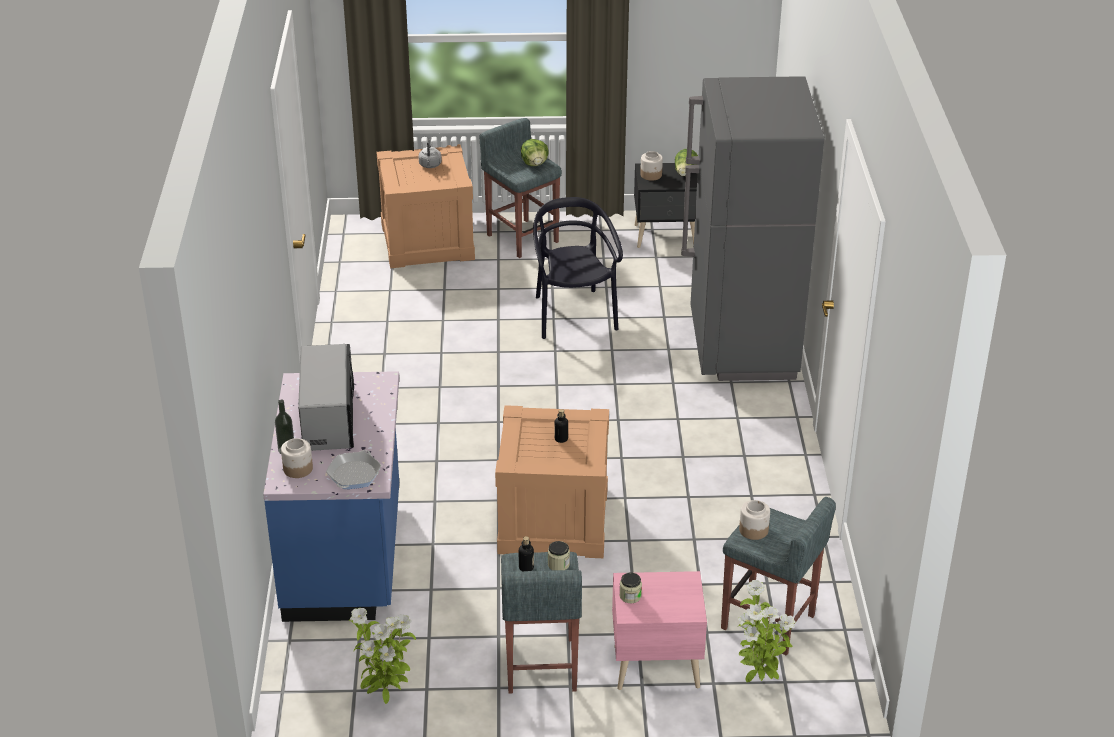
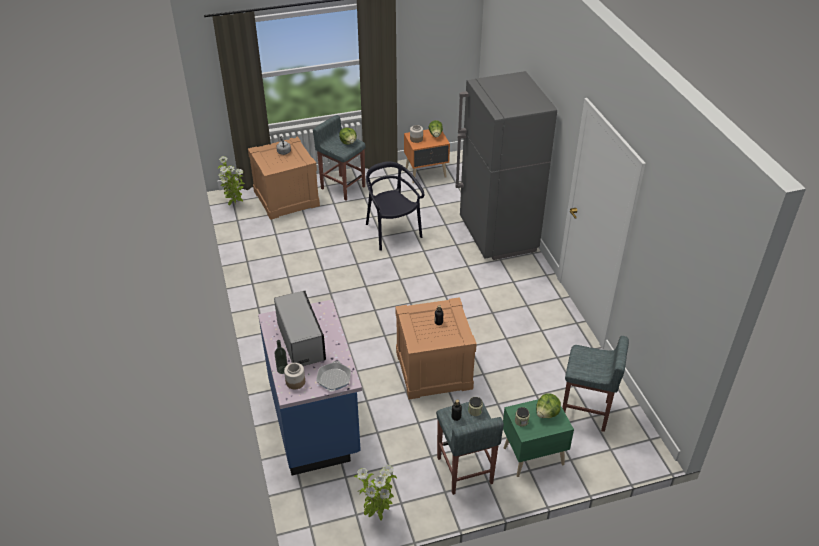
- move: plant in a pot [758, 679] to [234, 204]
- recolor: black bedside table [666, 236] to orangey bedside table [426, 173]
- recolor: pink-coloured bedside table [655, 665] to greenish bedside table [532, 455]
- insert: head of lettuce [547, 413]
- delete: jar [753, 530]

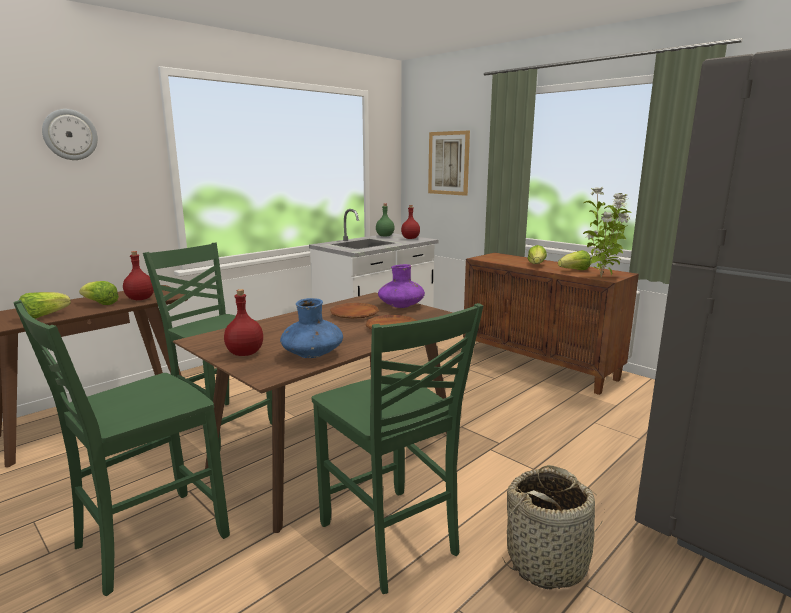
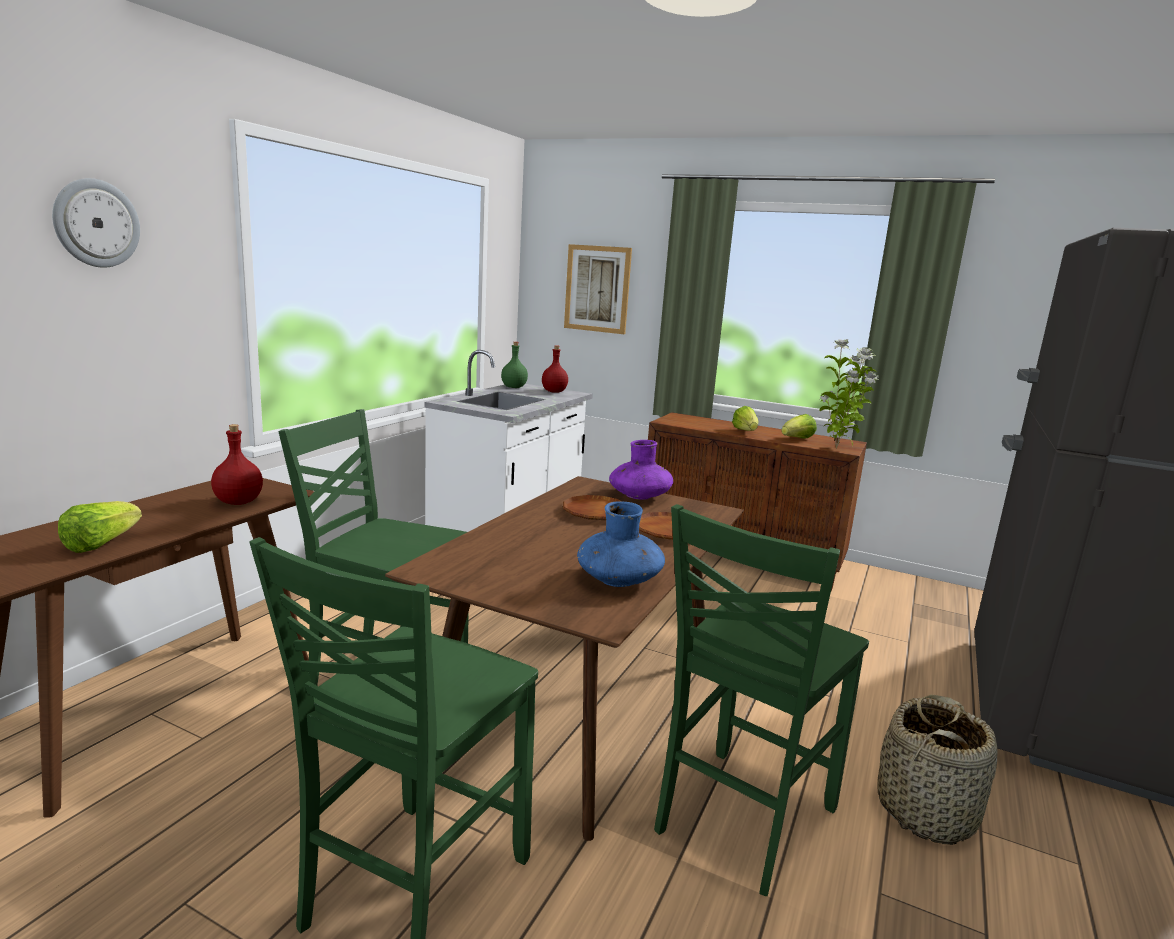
- rotate: greenish plain chair [390, 539] = [740, 819] 90 degrees clockwise
- delete: head of lettuce [100, 304]
- delete: red bottle [245, 353]

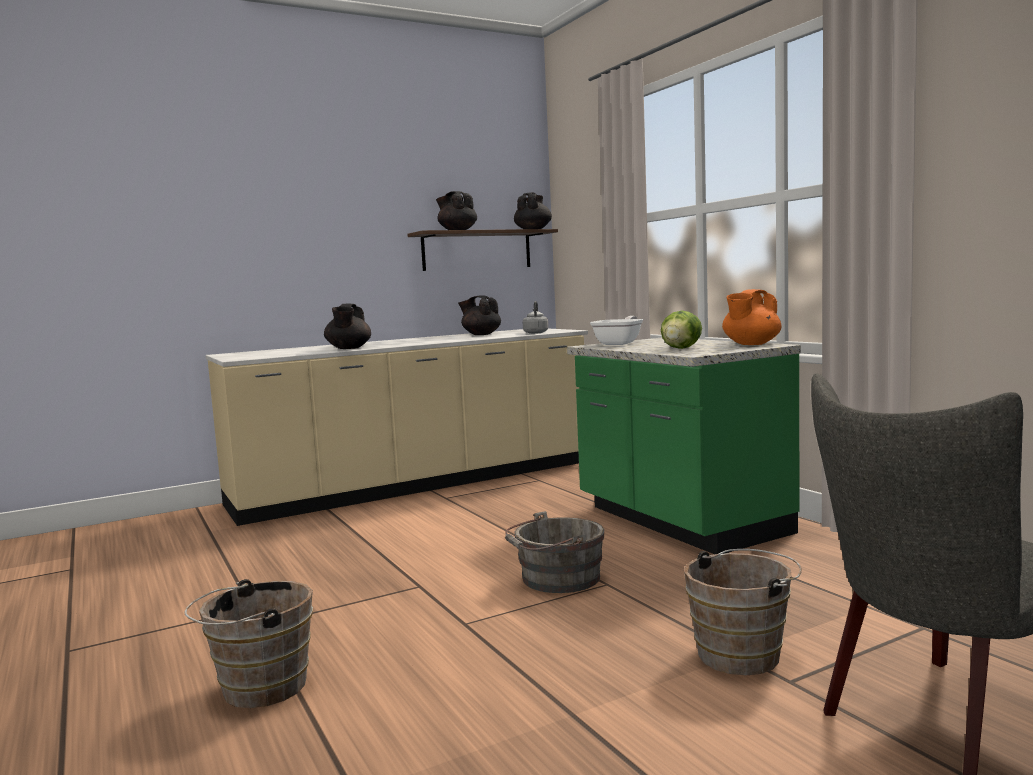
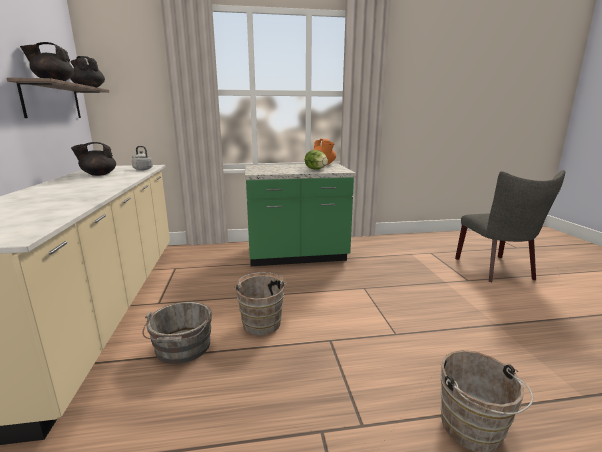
- move: grey bucket [556, 579] to [182, 348]
- move: brown-coloured bucket [744, 654] to [262, 322]
- delete: black teapot [348, 348]
- delete: pan [620, 343]

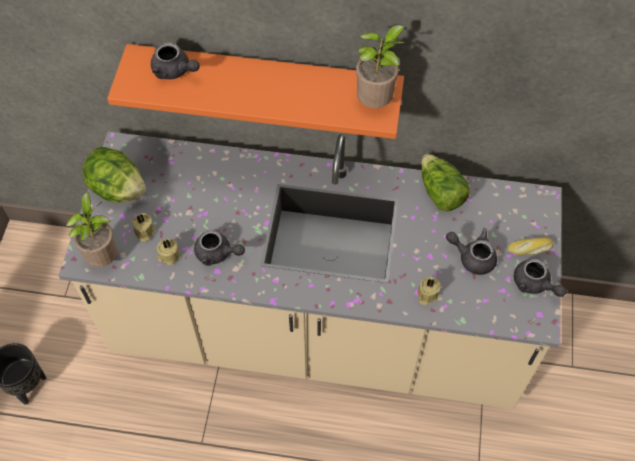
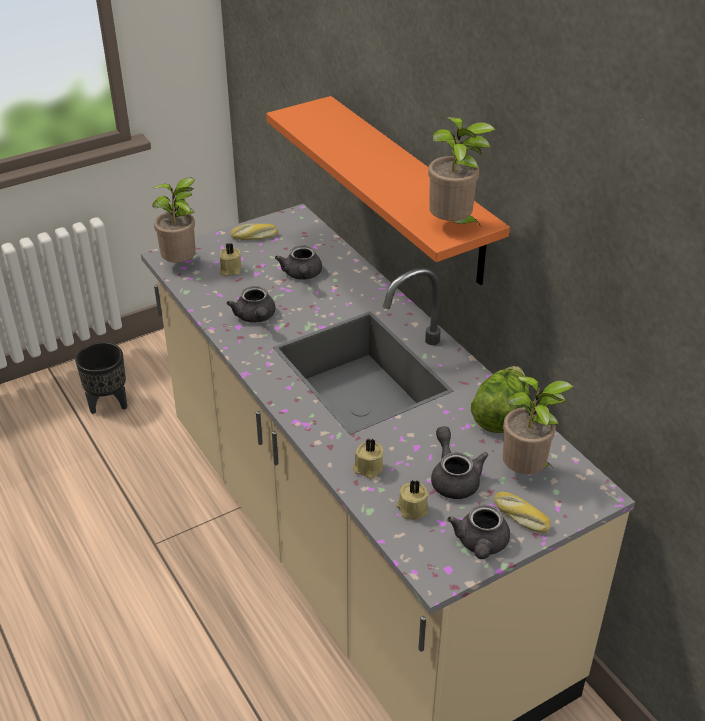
- replace: head of lettuce [118, 189] to bakery bread [254, 237]
- move: grey teapot [175, 71] to [302, 275]
- move: beige-coloured wax candle [168, 256] to [412, 509]
- insert: plant in a pot [526, 472]

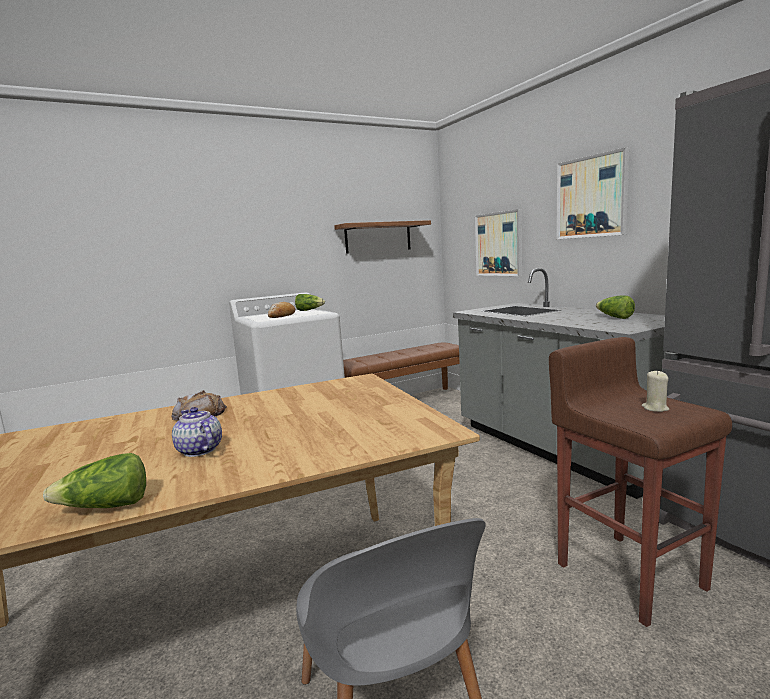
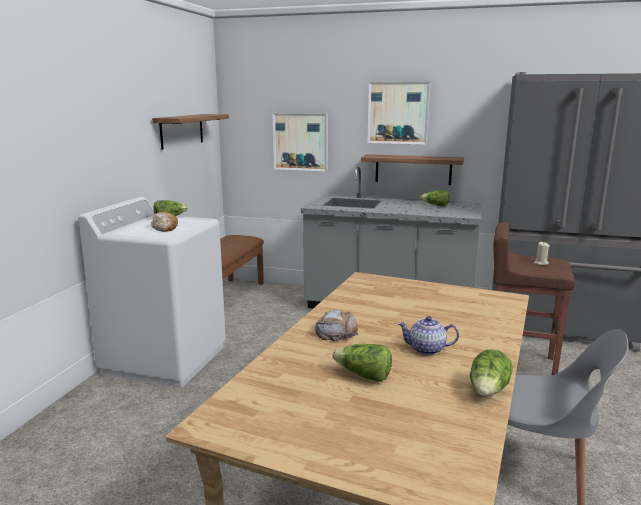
- insert: head of lettuce [363, 376]
- insert: shelf [413, 169]

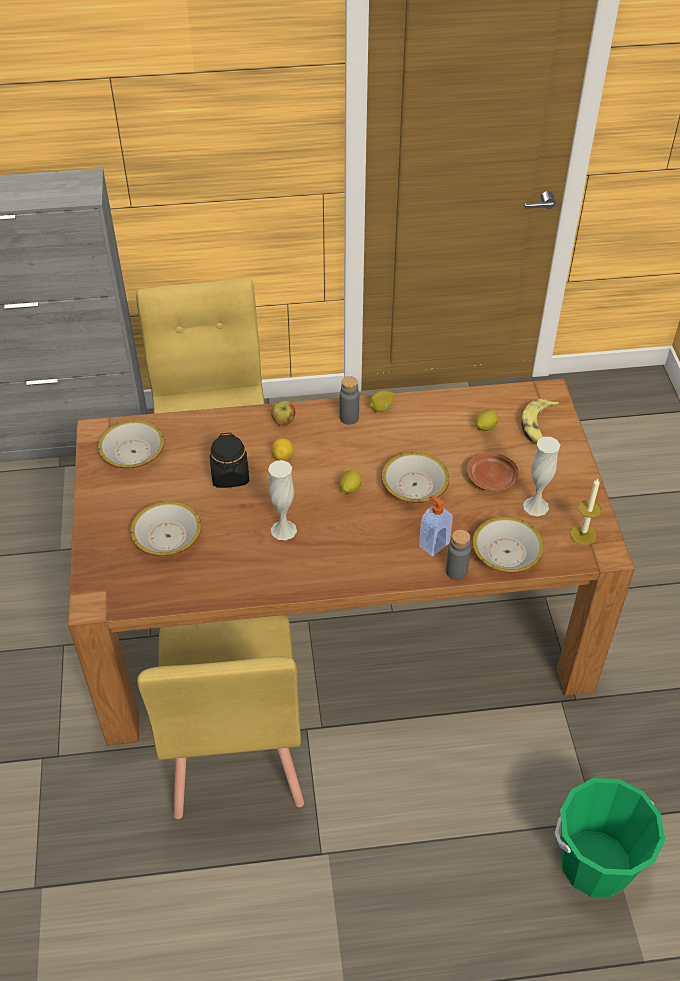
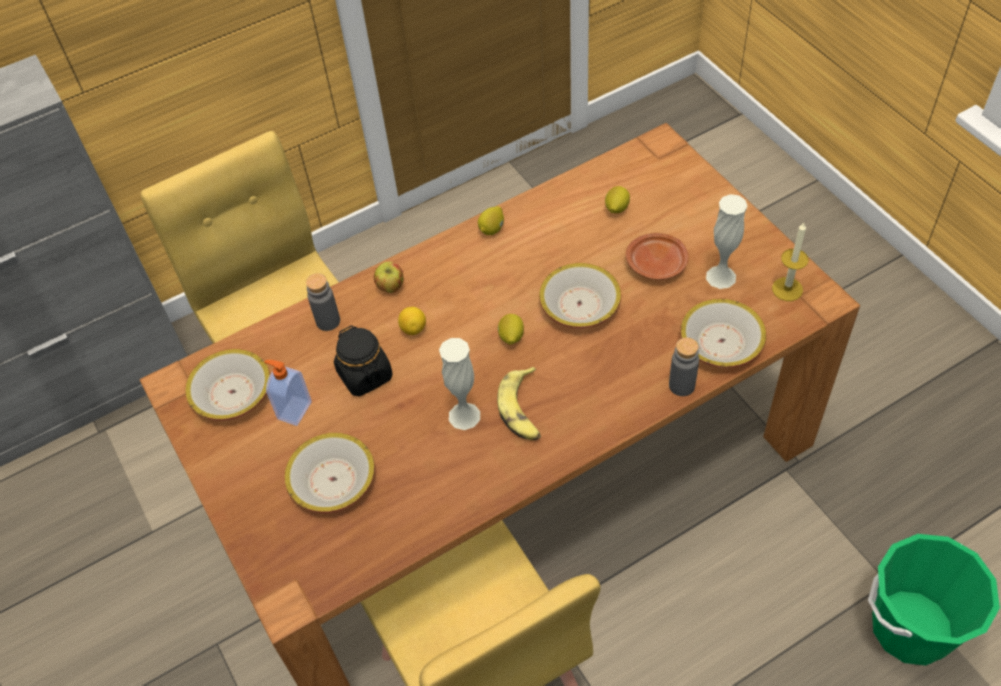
- move: soap bottle [433, 544] to [293, 410]
- move: grey bottle [349, 418] to [328, 321]
- move: banana [538, 426] to [523, 410]

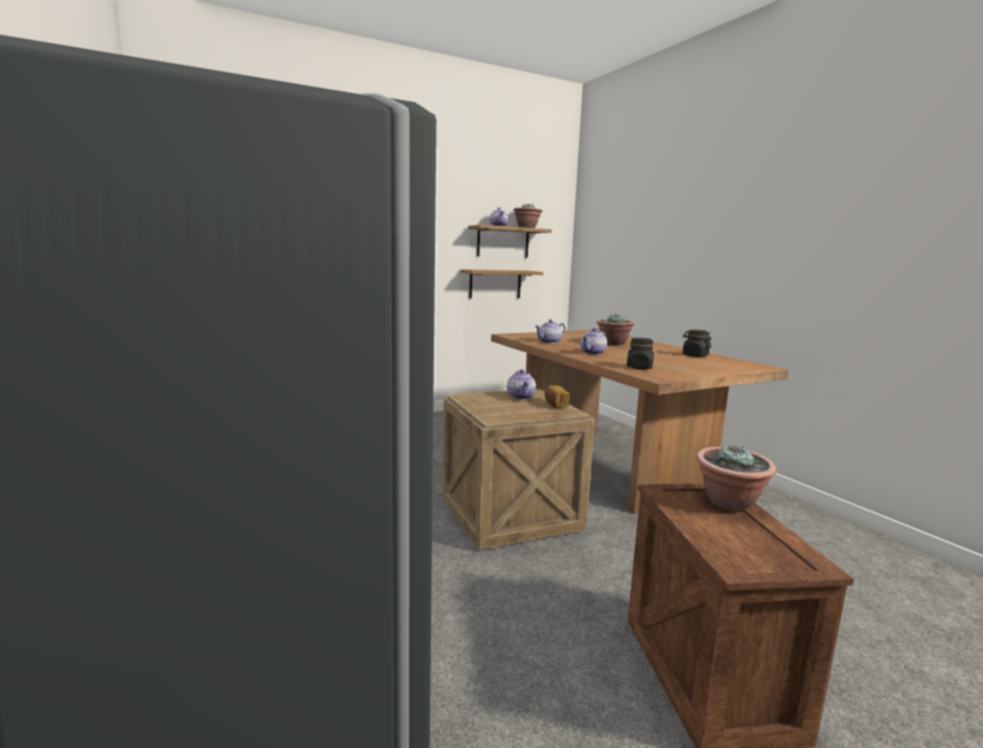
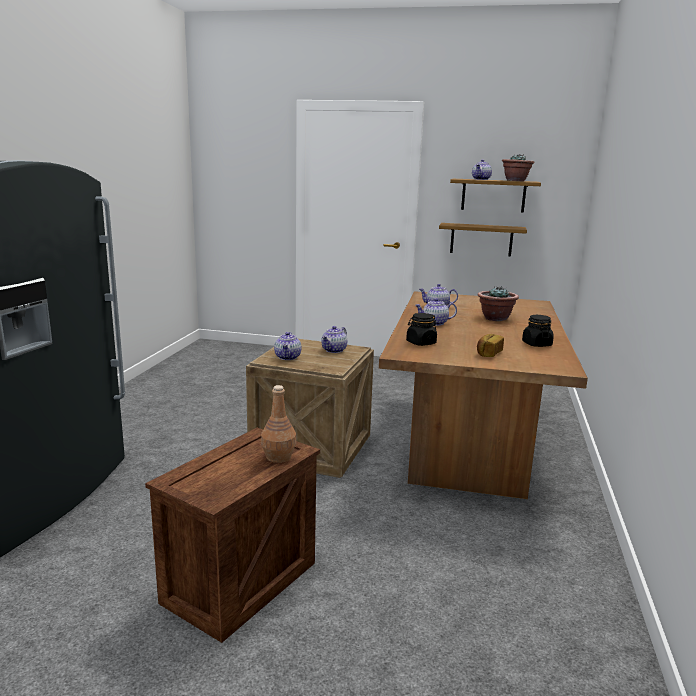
- replace: plant in a pot [730, 502] to brown-coloured bottle [278, 457]
- insert: teapot [288, 357]
- move: bakery bread [555, 405] to [488, 353]

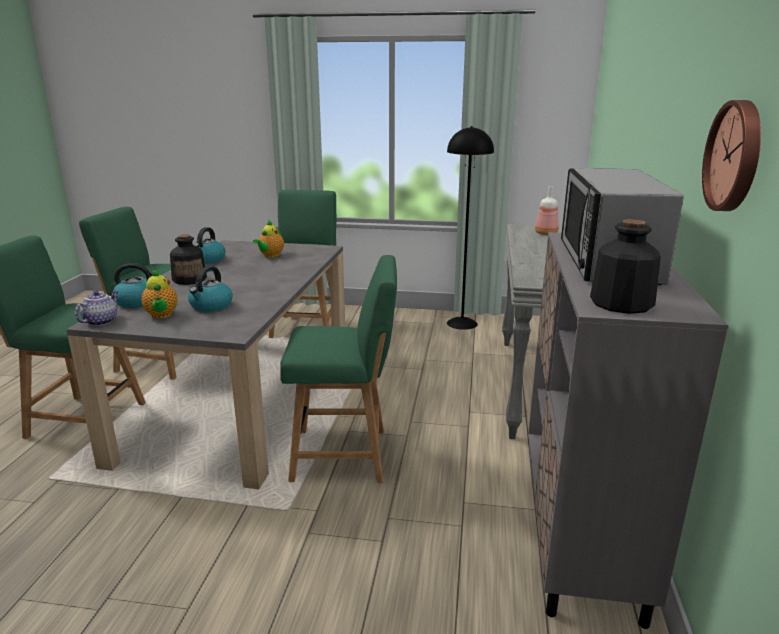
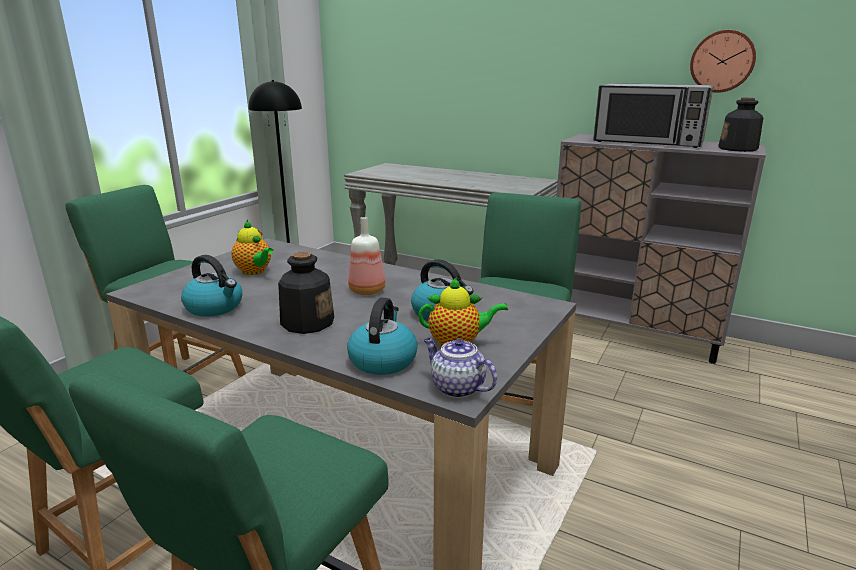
- move: bottle [546, 233] to [366, 290]

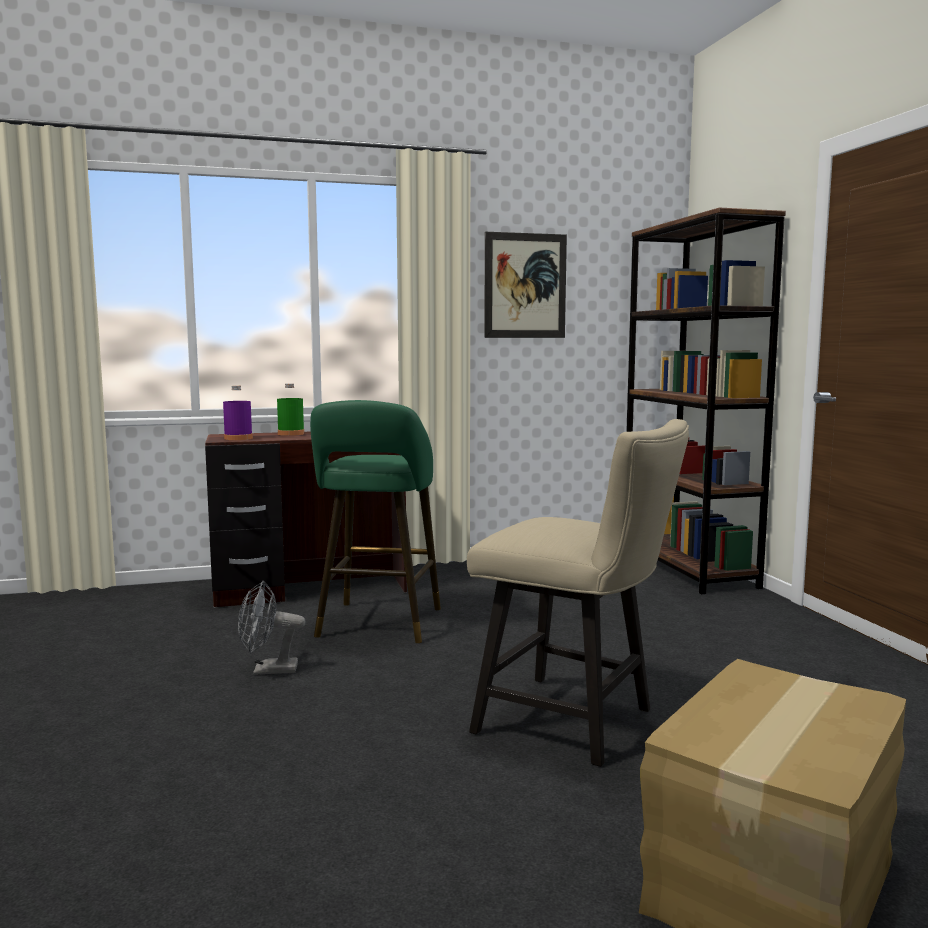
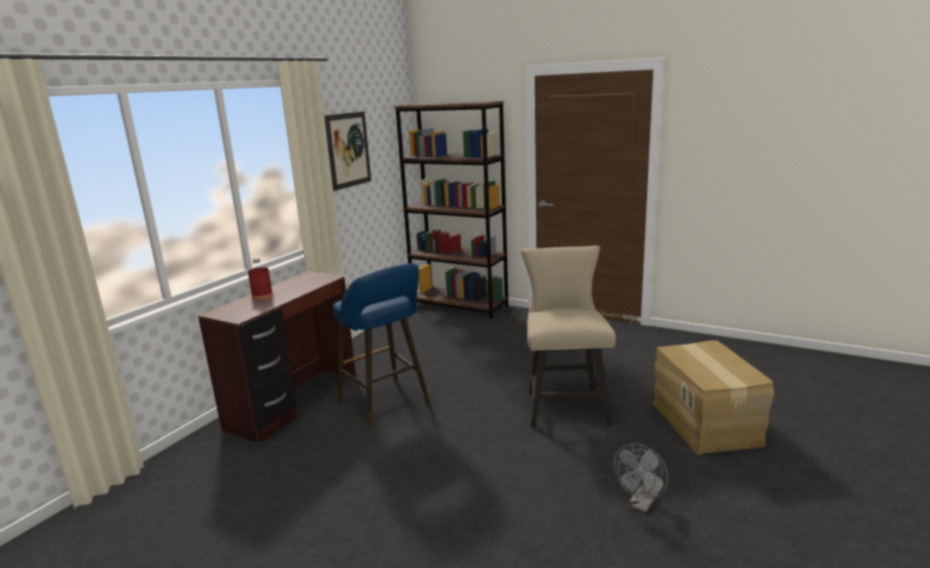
- recolor: greenish bottle [291, 434] to red bottle [262, 296]
- recolor: greenish sitting stool [378, 625] to blue-coloured sitting stool [386, 404]
- rotate: beige-coloured plain chair [577, 723] = [565, 404] 75 degrees counterclockwise
- move: grey cooling fan [268, 670] to [641, 504]
- delete: purple-coloured bottle [238, 438]

